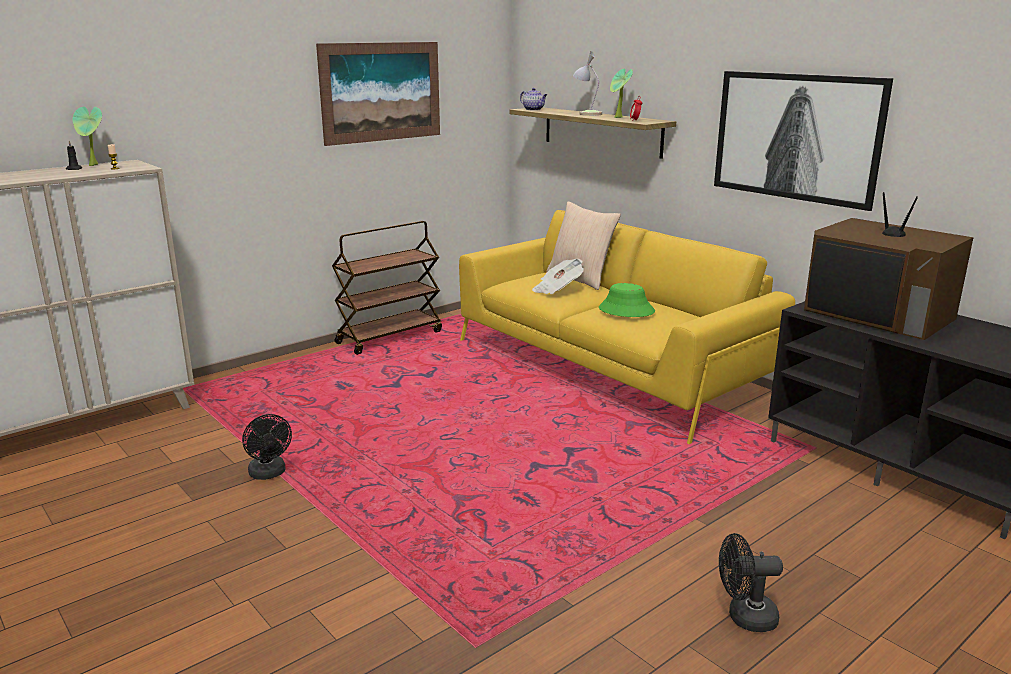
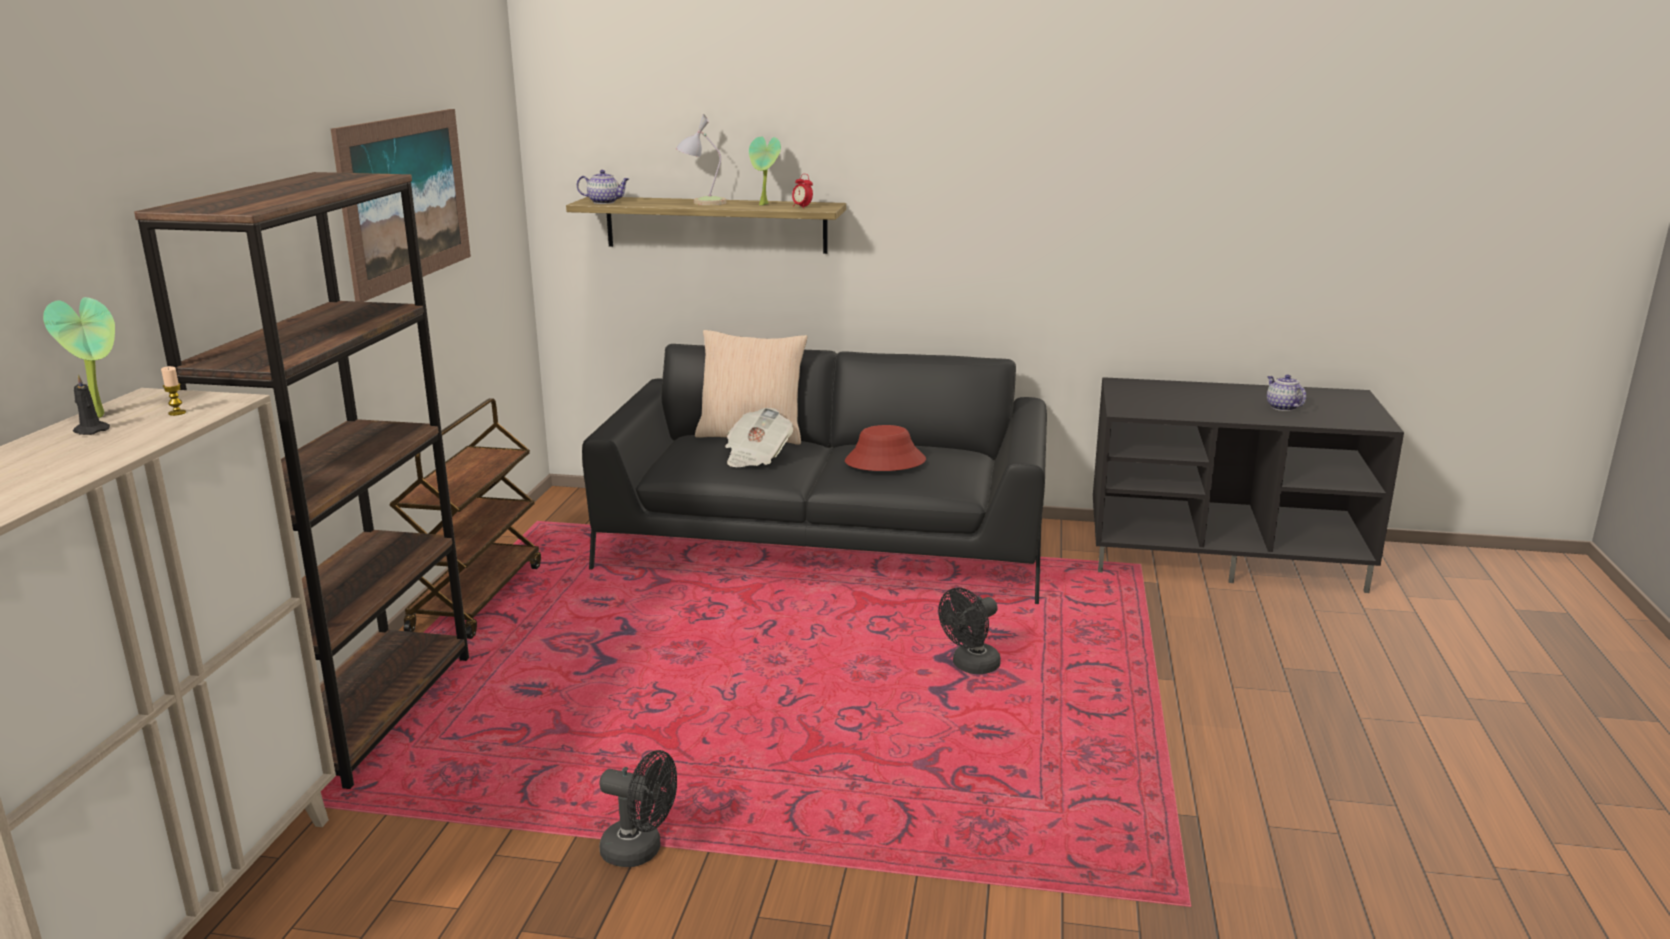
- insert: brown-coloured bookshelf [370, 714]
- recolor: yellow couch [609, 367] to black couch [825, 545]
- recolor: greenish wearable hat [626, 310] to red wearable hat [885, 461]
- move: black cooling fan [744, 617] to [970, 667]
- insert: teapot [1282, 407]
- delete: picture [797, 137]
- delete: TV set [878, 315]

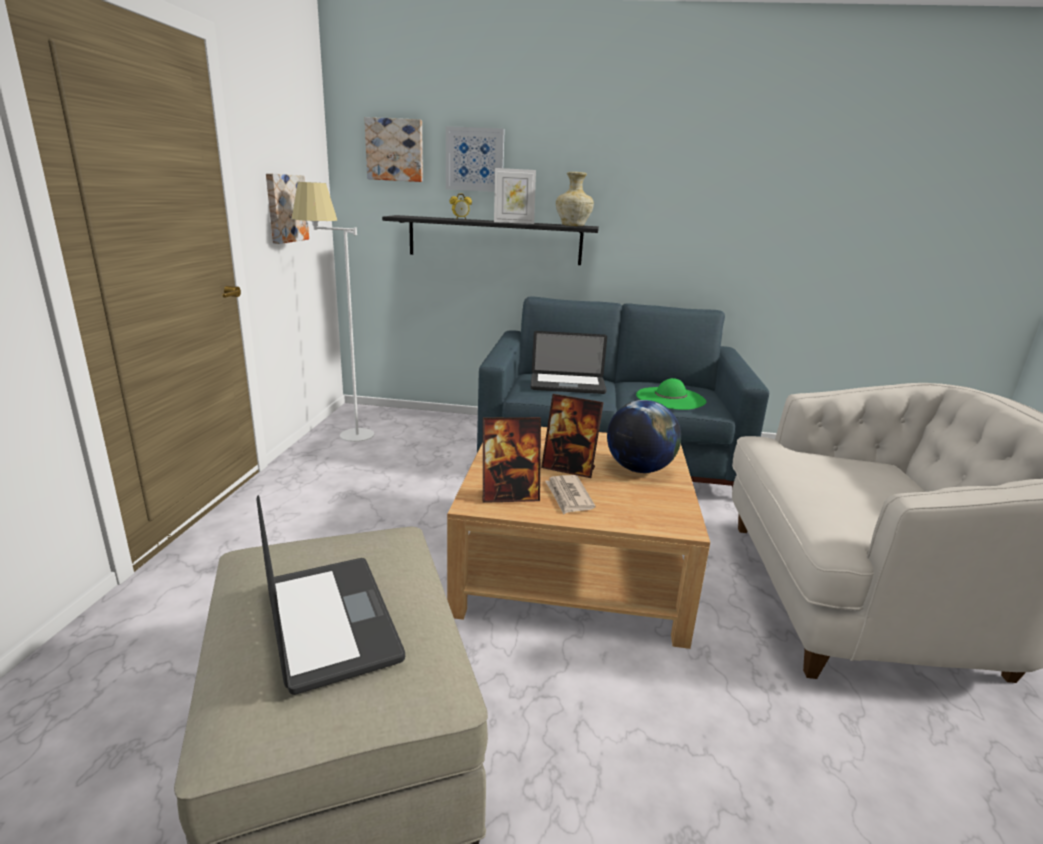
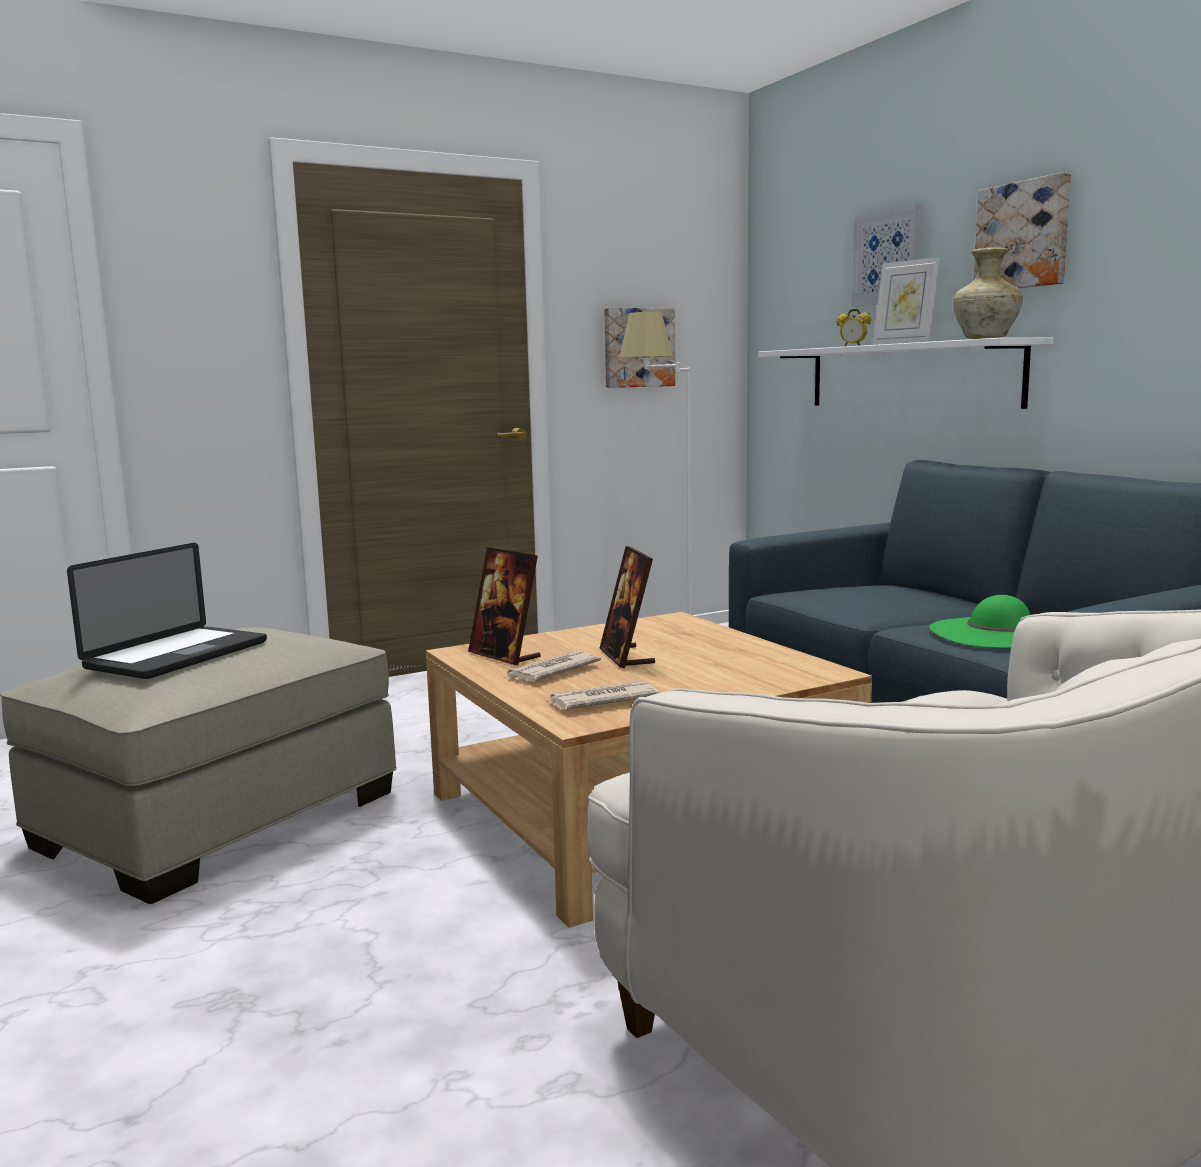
- insert: daily paper [601, 700]
- recolor: black shelf [494, 240] to white-coloured shelf [910, 376]
- move: picture [395, 150] to [1023, 235]
- delete: laptop [567, 385]
- delete: world globe [639, 469]

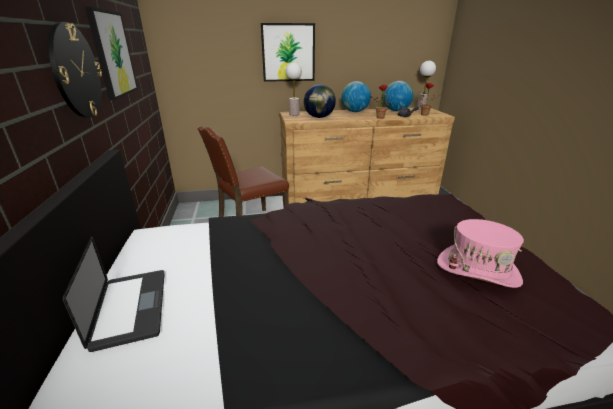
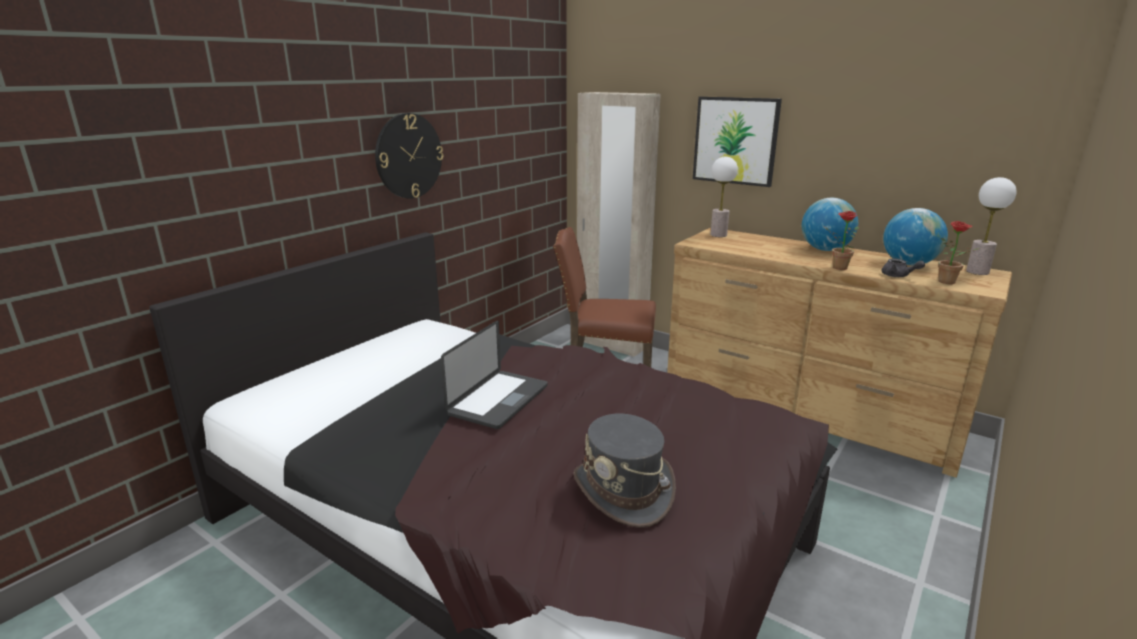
- move: laptop [131, 308] to [499, 400]
- recolor: pink-coloured wearable hat [477, 270] to grey wearable hat [623, 491]
- insert: beige-coloured wardrobe [611, 344]
- delete: picture [112, 54]
- delete: world globe [319, 117]

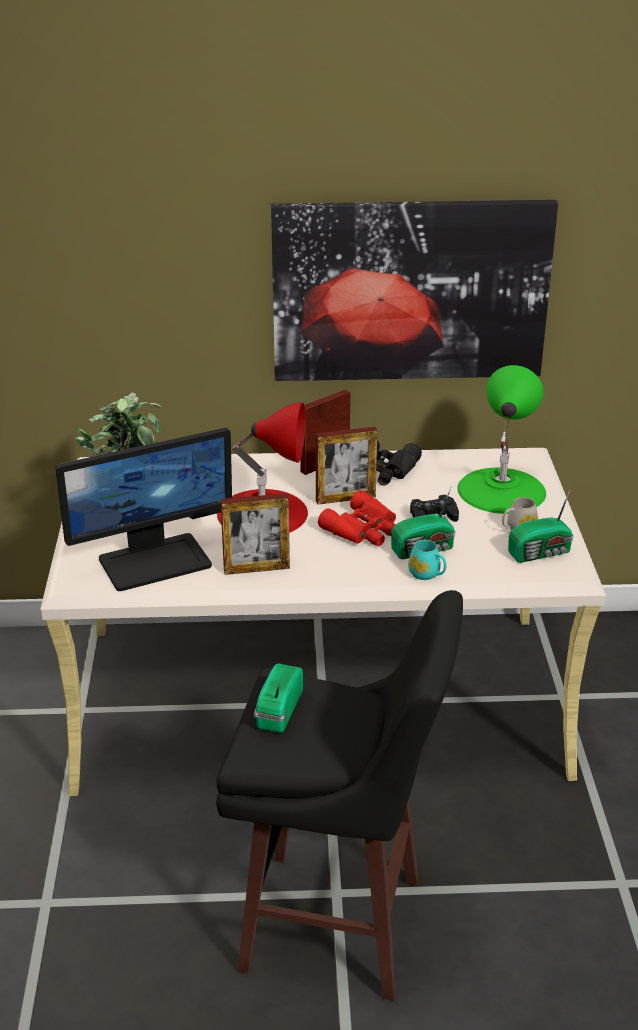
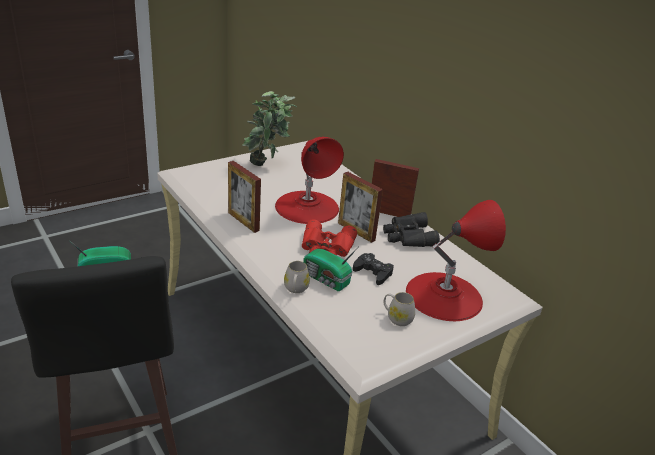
- recolor: turquoise mug [427, 575] to white-coloured mug [295, 289]
- recolor: greenish tabletop lamp [501, 490] to red tabletop lamp [444, 295]
- delete: computer display [155, 561]
- delete: picture [410, 291]
- delete: radio receiver [541, 553]

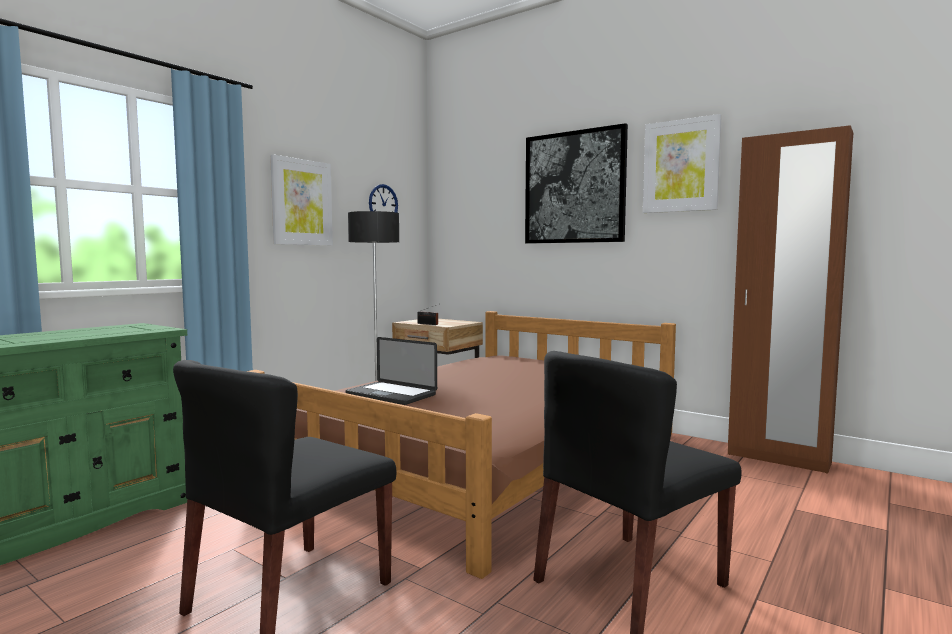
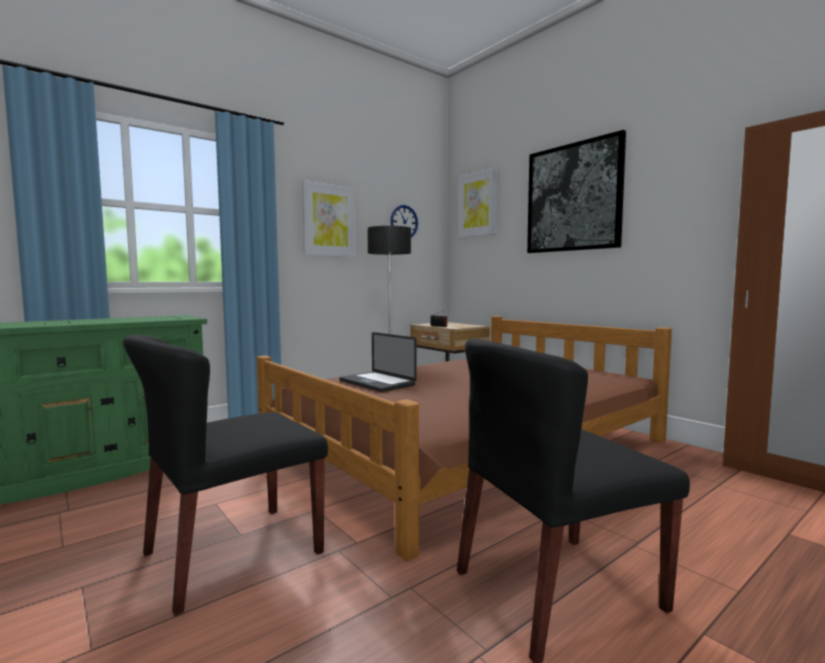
- move: picture [681, 166] to [477, 204]

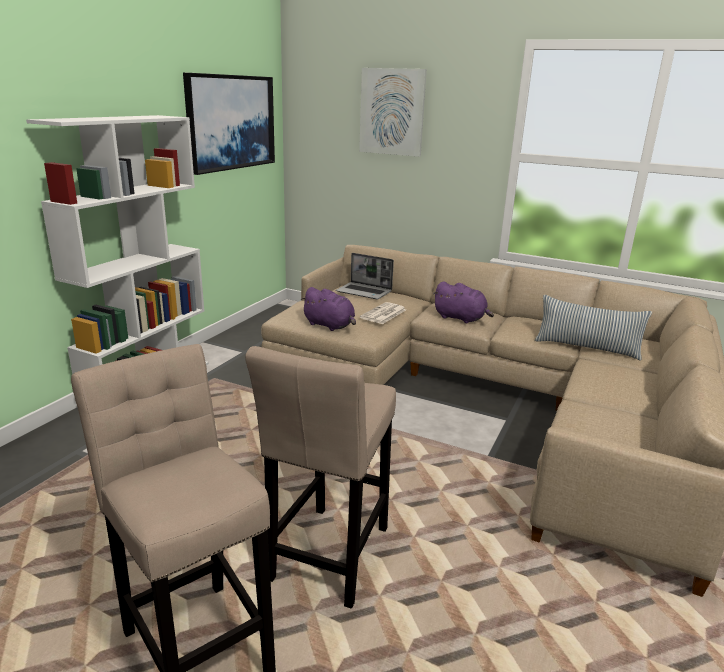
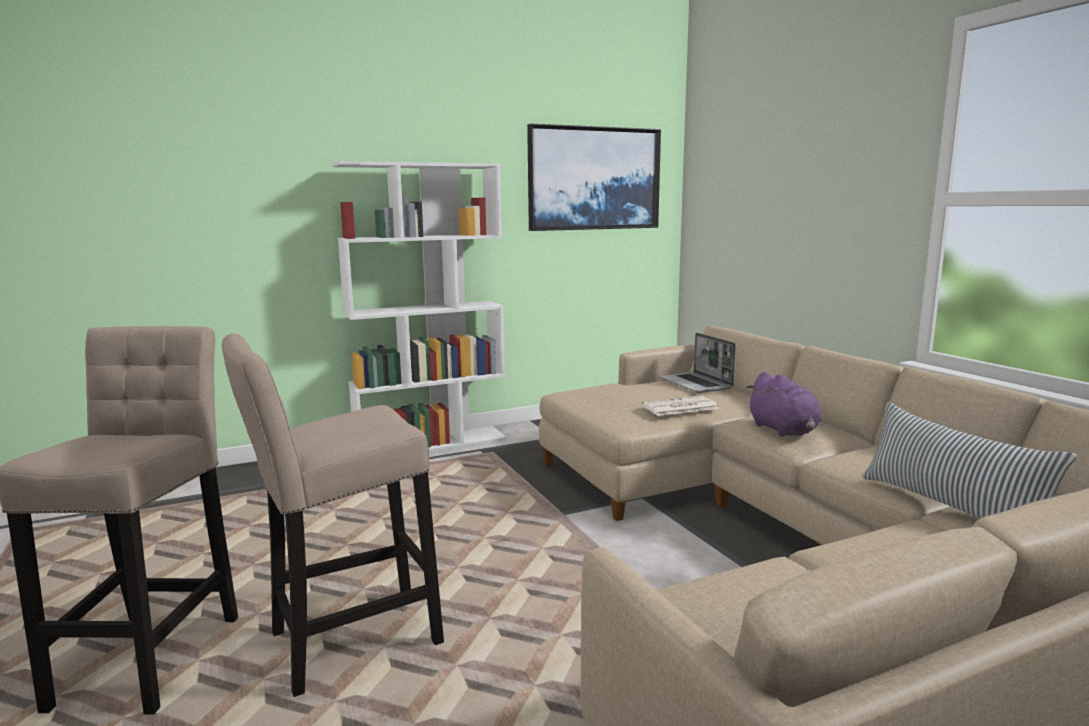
- delete: purple-coloured plush toy [330, 325]
- delete: picture [392, 112]

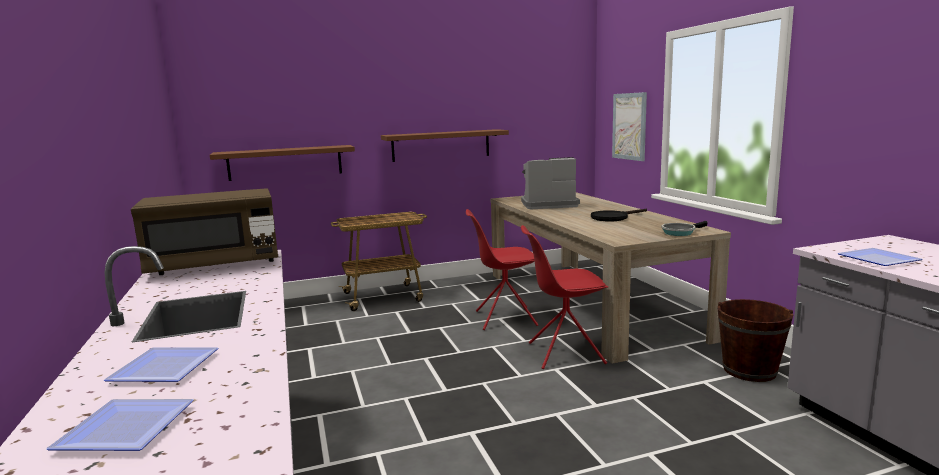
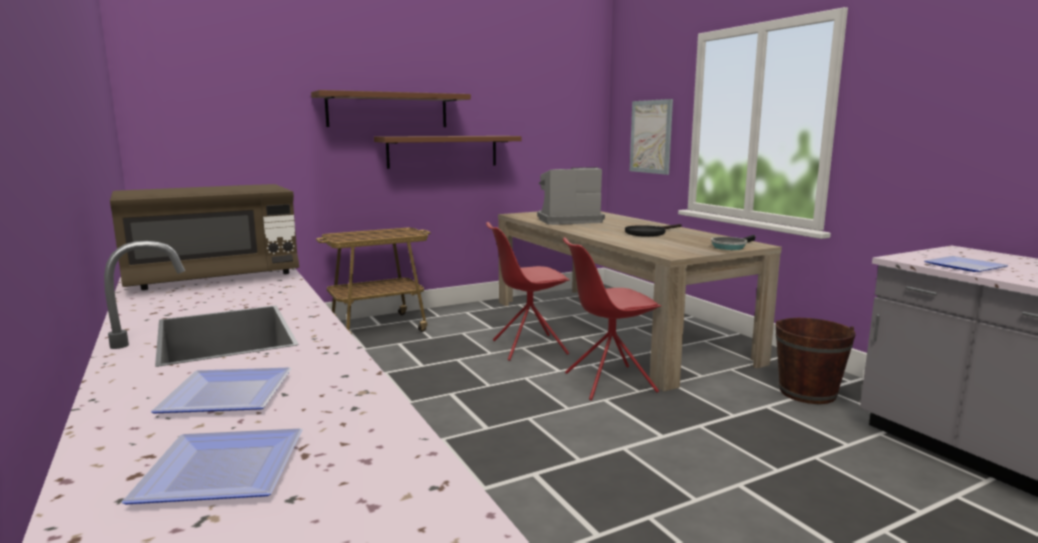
- move: brown-coloured shelf [285, 162] to [388, 110]

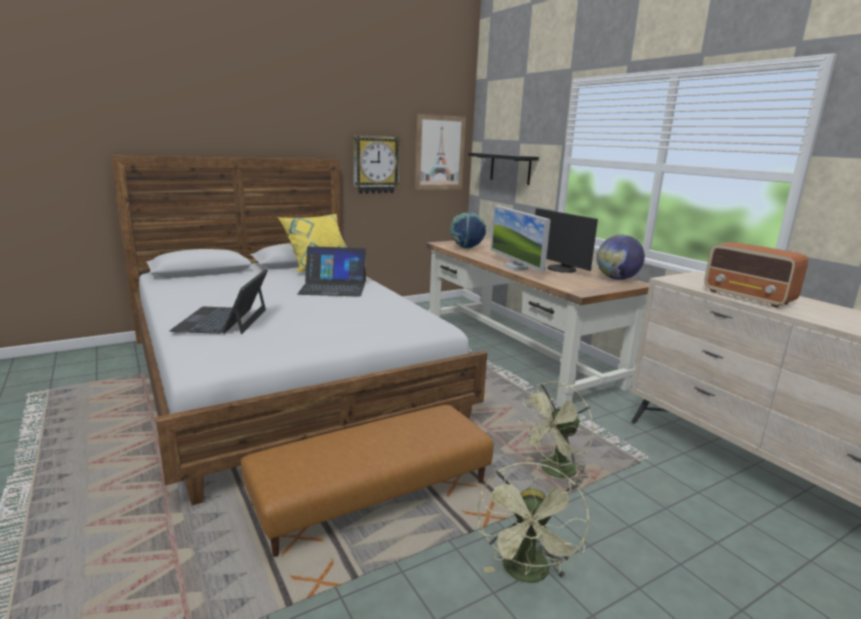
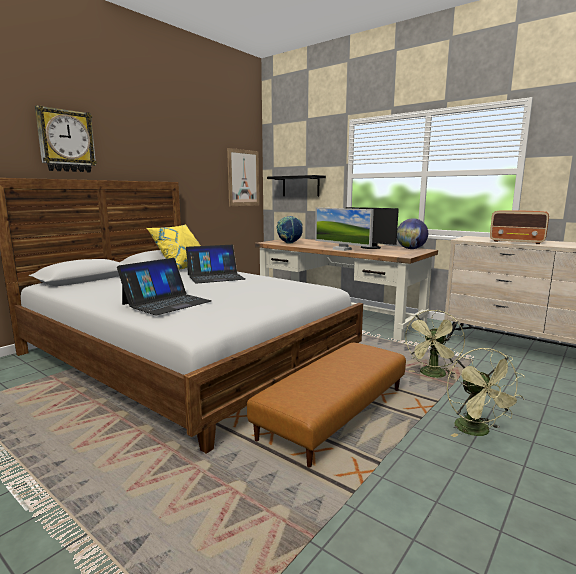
- move: clock on the wall [375, 165] to [66, 141]
- rotate: laptop [223, 320] = [166, 302] 120 degrees counterclockwise

